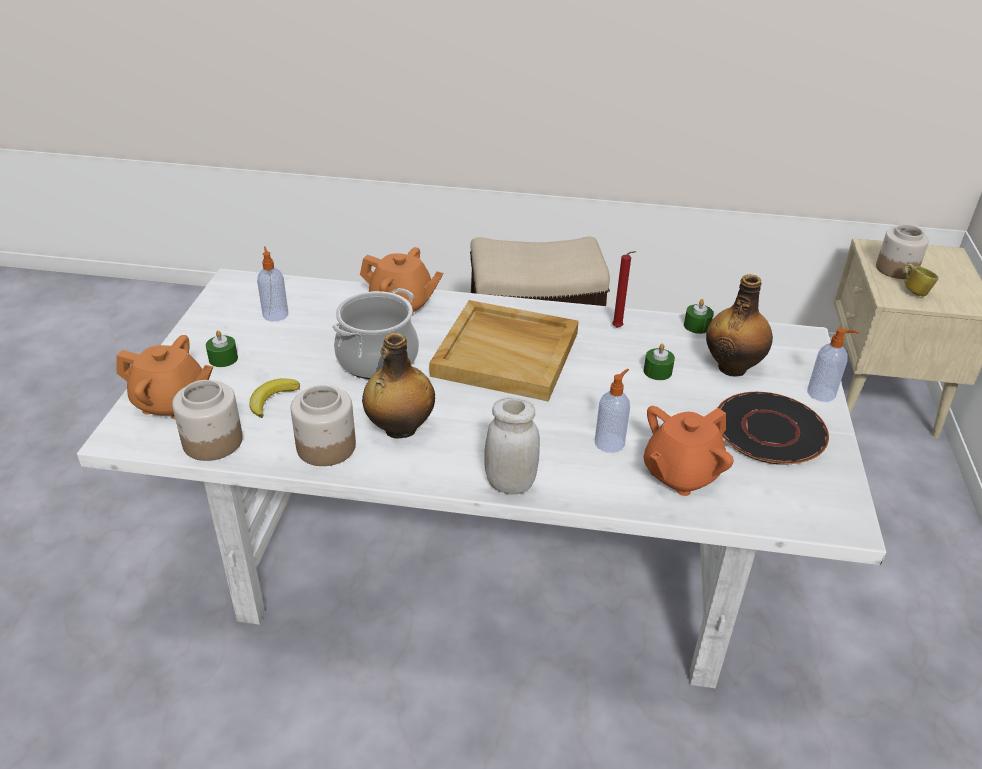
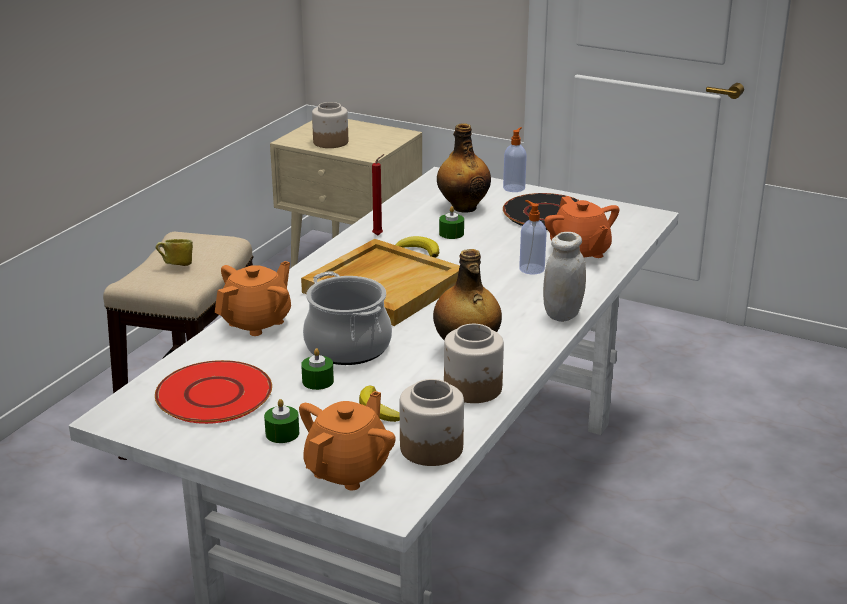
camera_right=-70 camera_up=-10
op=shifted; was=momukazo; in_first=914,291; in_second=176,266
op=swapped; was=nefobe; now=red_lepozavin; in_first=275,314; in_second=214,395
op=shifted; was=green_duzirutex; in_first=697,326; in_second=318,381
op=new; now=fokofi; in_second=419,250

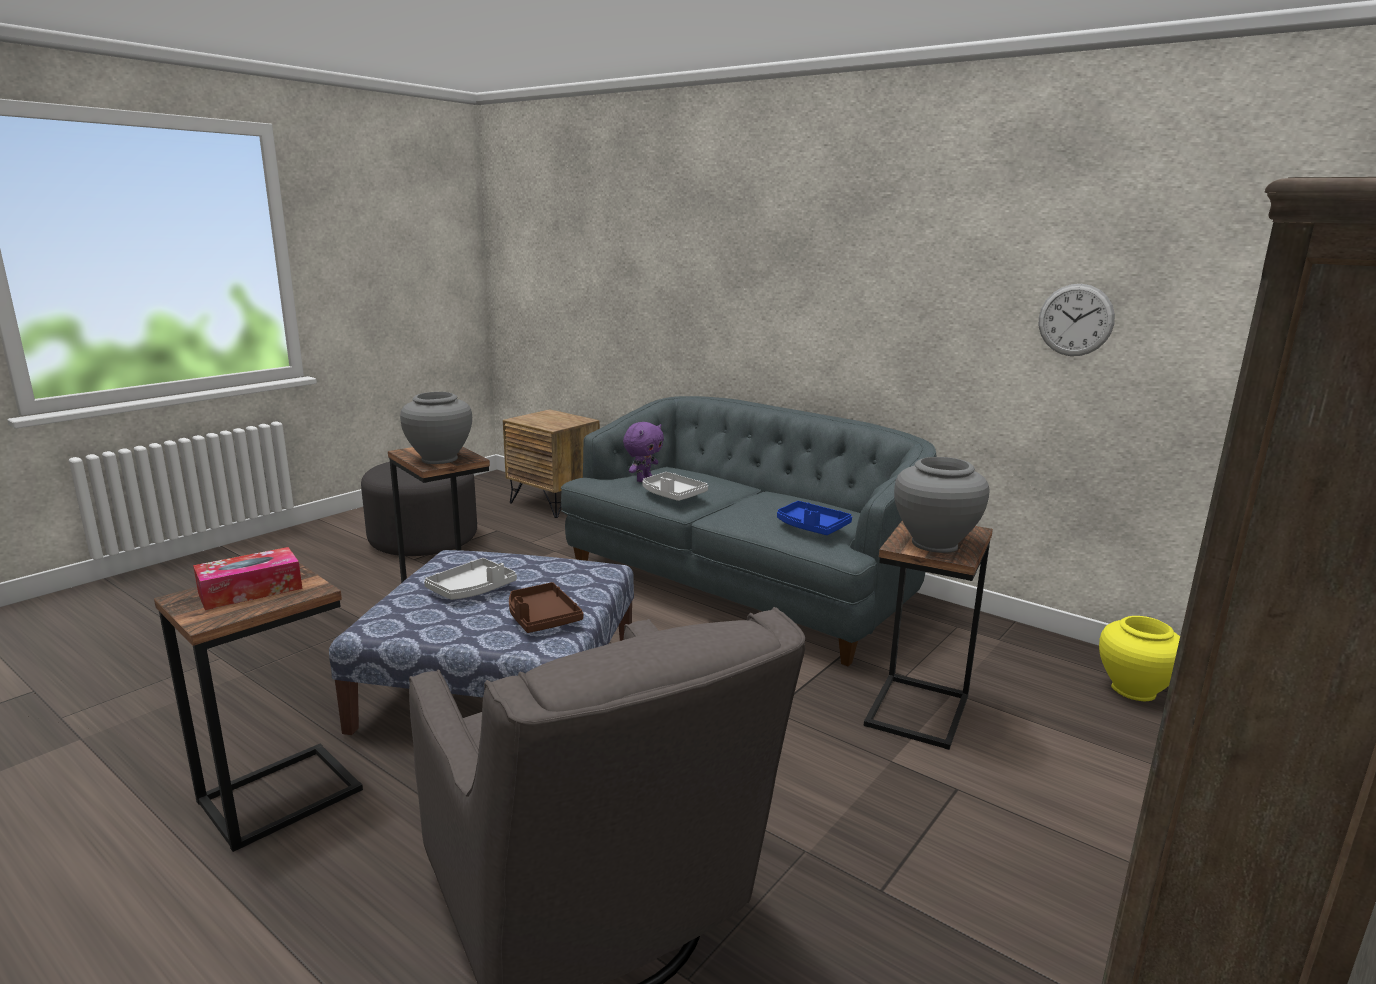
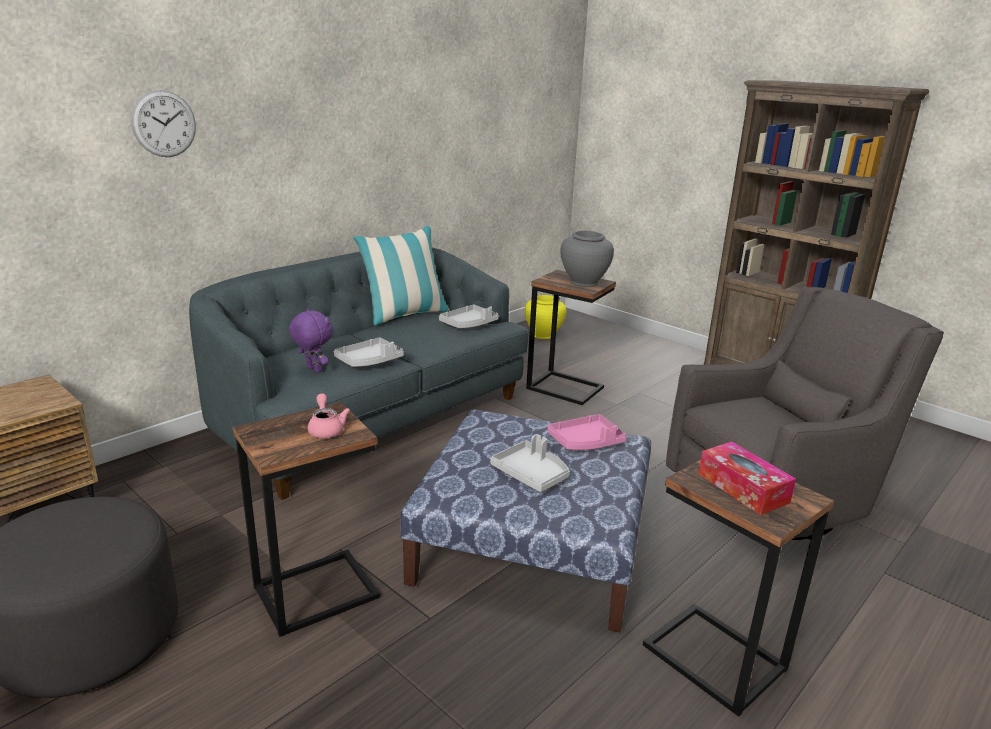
camera_right=-85 camera_up=5
op=shifted; was=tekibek; in_first=1075,320; in_second=164,124
op=swapped; was=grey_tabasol; now=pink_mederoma; in_first=439,459; in_second=326,429
op=new; now=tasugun; in_second=405,315
op=repainted; was=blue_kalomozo; now=grey_kalomozo; in_first=811,527; in_second=469,324
op=repainted; was=brown_kalomozo; now=pink_kalomozo; in_first=541,618; in_second=586,442

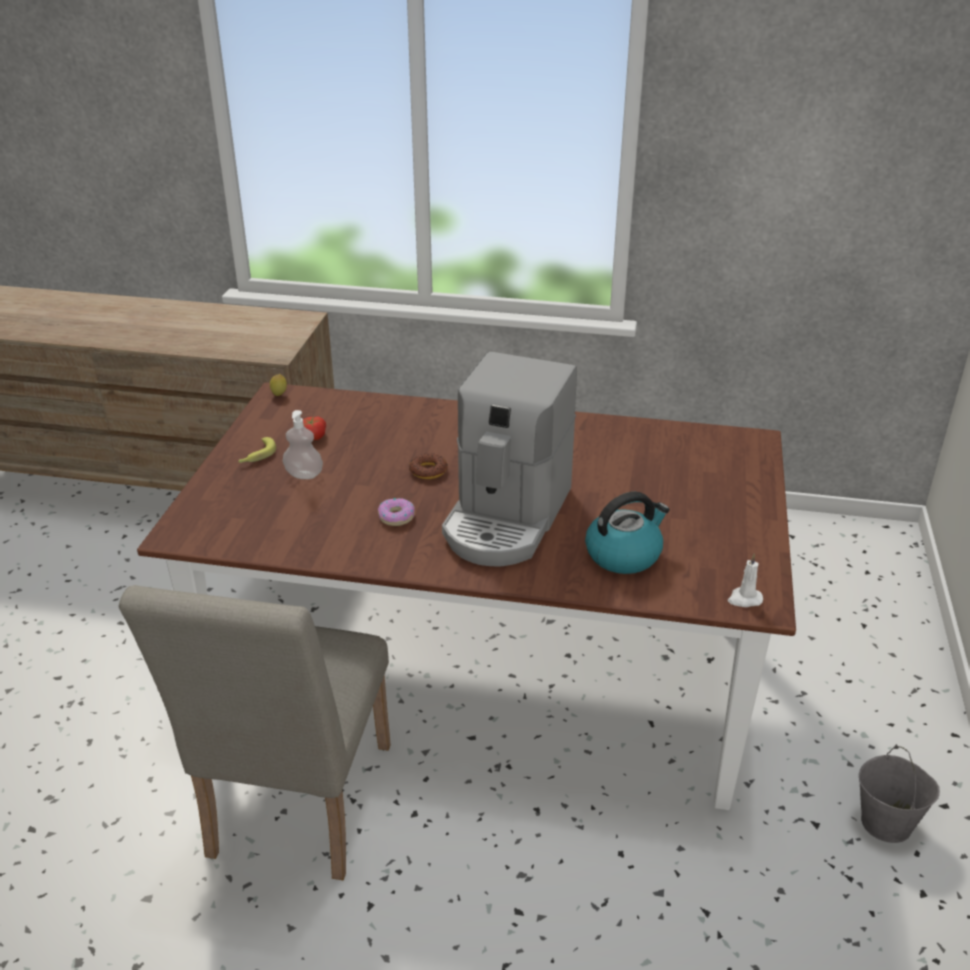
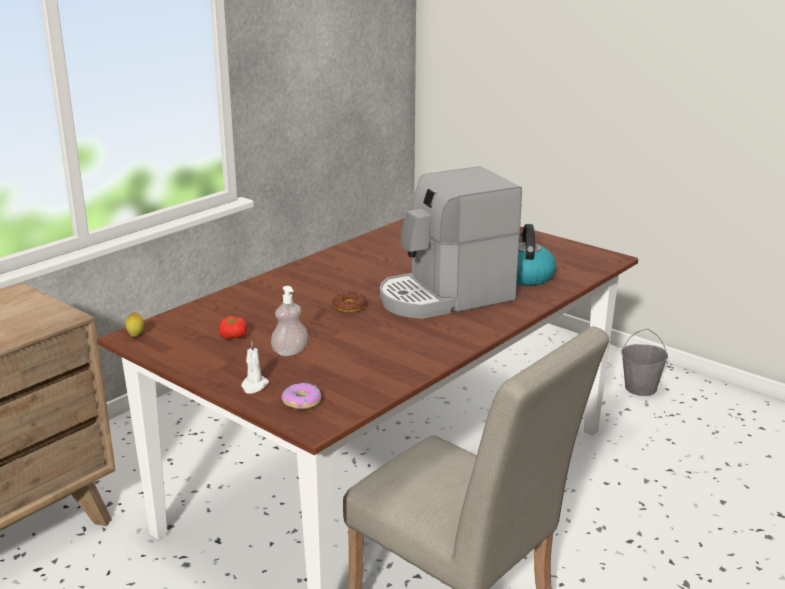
camera_right=-60 camera_up=-10
op=shifted; was=white_duzirutex; in_first=744,599; in_second=254,386
op=shifted; was=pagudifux; in_first=396,517; in_second=301,401
op=rotated; was=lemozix; in_first=507,518; in_second=445,297; clockwise=105
op=gone; was=fokofi; in_first=257,456

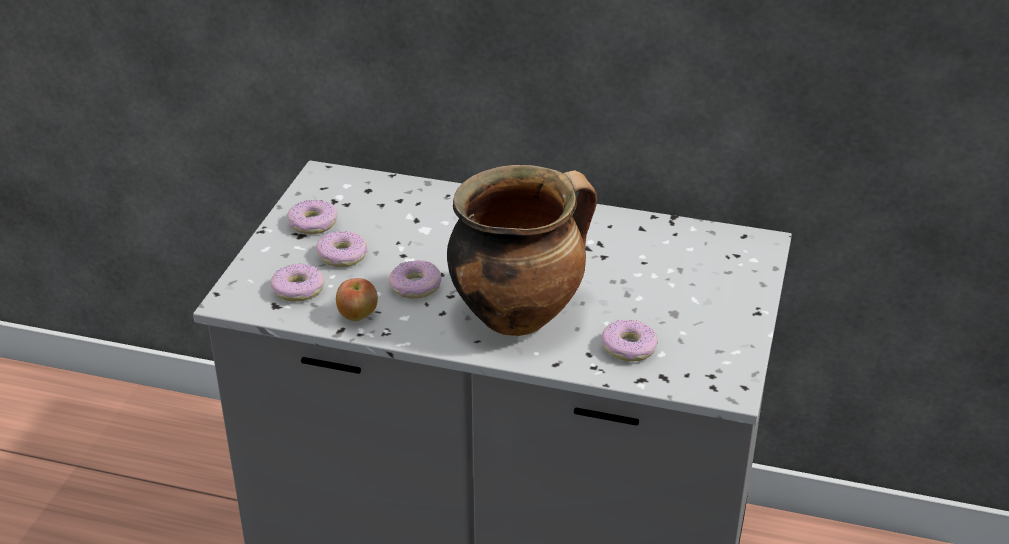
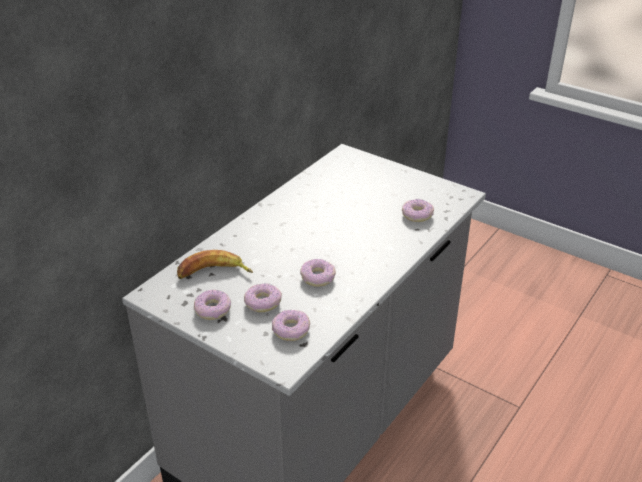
camera_right=-70 camera_up=0
op=new; now=fokofi; in_second=213,273
op=gone; was=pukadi; in_first=358,316
op=gone; was=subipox; in_first=518,314

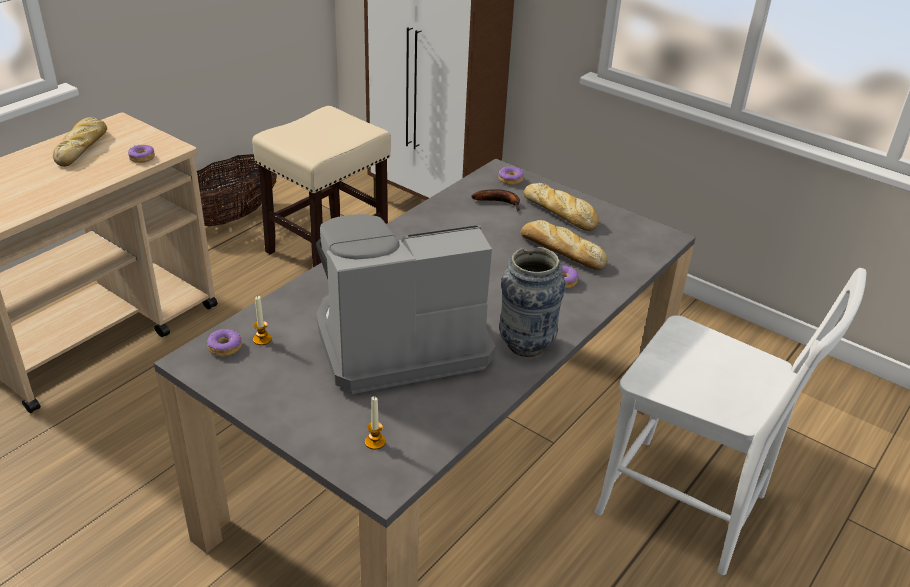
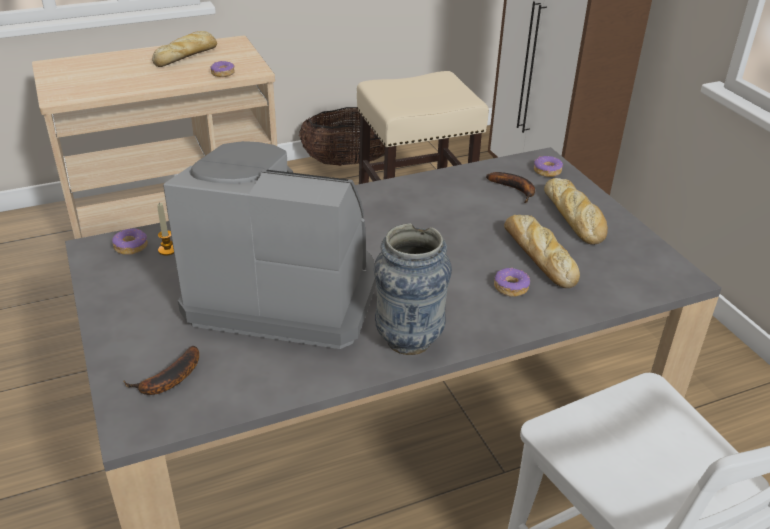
camera_right=30 camera_up=0
op=swapped; was=duzirutex; now=fokofi; in_first=375,442; in_second=168,381

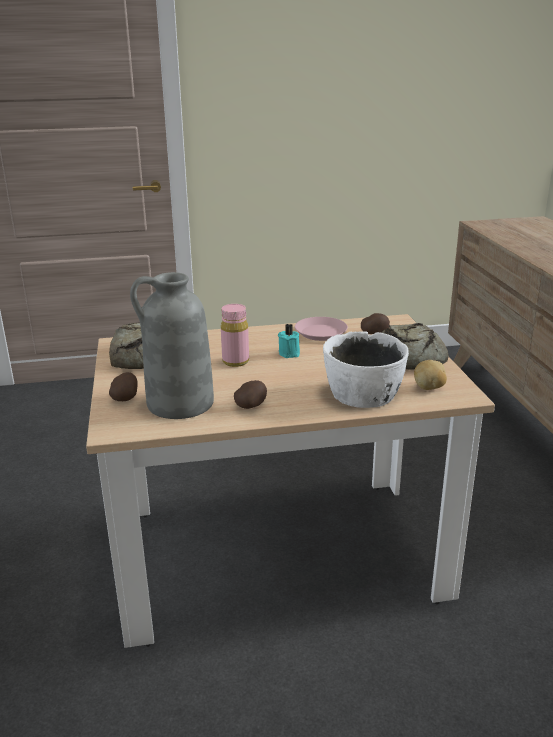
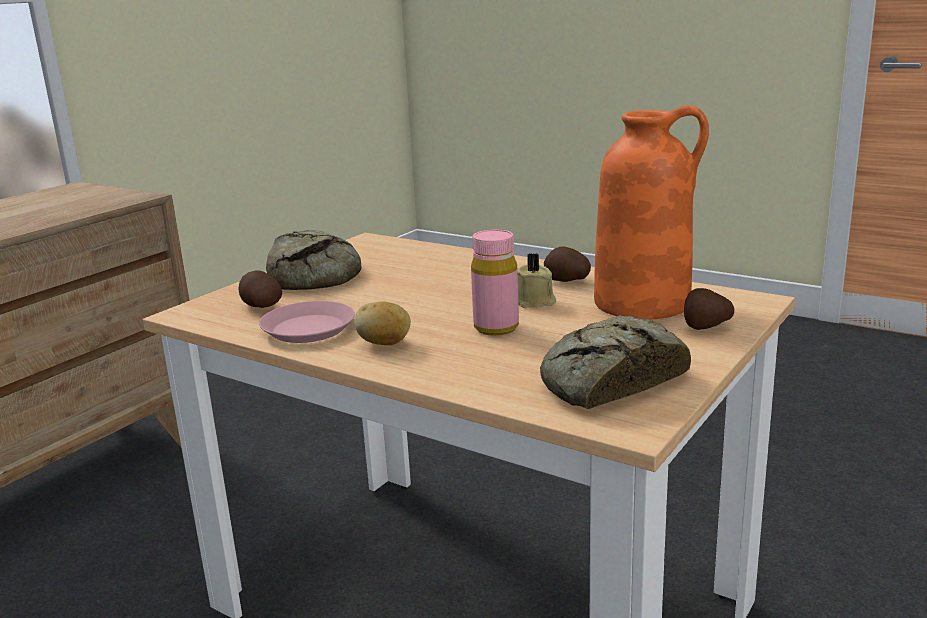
camera_right=-135 camera_up=-5
op=shifted; was=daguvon; in_first=429,388; in_second=384,344
op=new; now=beige_duzirutex; in_second=535,302
op=repainted; was=grey_tabasol; now=orange_tabasol; in_first=179,404; in_second=643,303
op=gone; was=turquoise_duzirutex; in_first=290,353
op=gone; was=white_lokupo; in_first=363,394

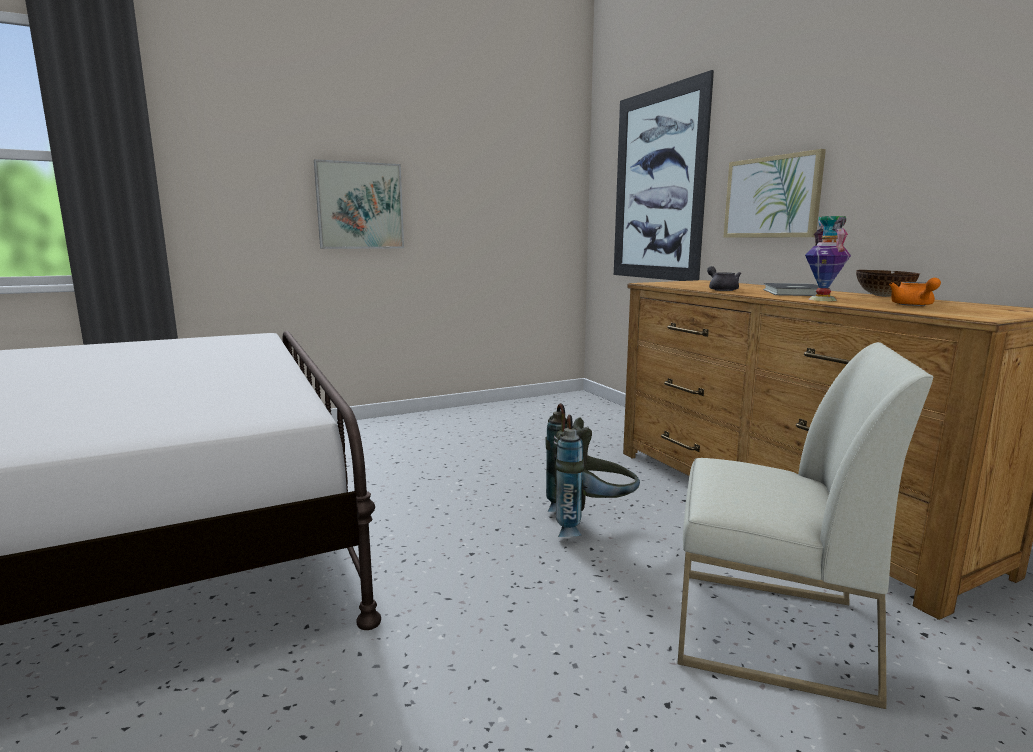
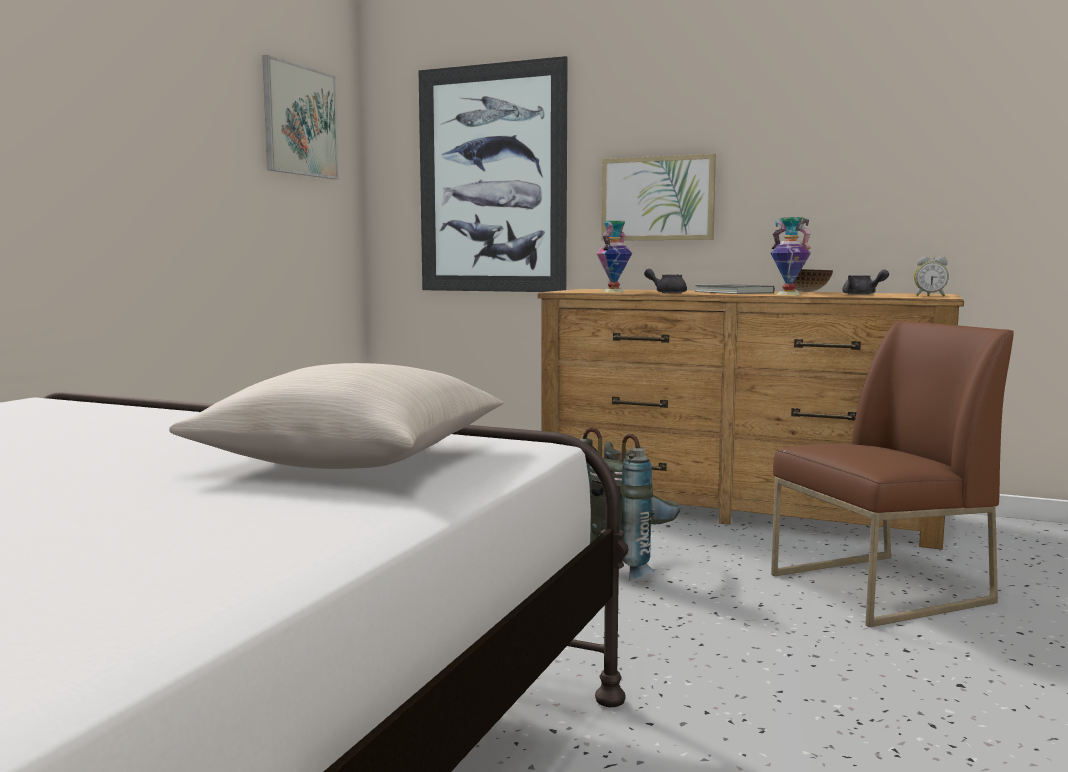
camera_right=-40 camera_up=-5
op=new; now=beige_tasugun; in_second=351,460
op=shifted; was=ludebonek; in_first=360,206; in_second=300,121
op=new; now=tabasol; in_second=614,291
op=repainted; was=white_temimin; now=brown_temimin; in_first=767,631; in_second=879,589
op=repainted; was=orange_mederoma; now=grey_mederoma; in_first=913,305; in_second=862,294
op=new; now=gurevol; in_second=929,296

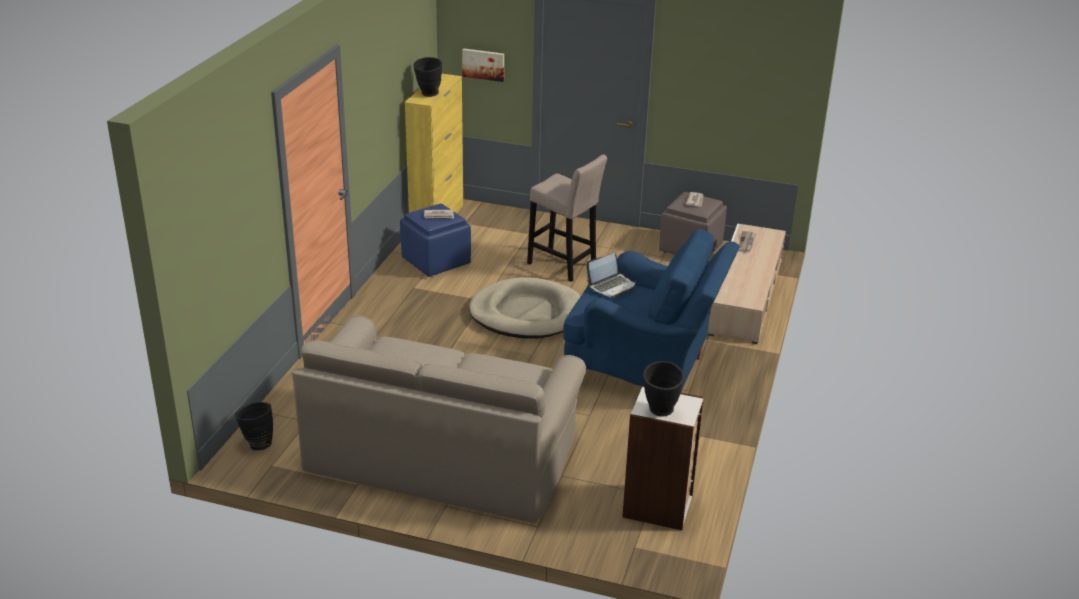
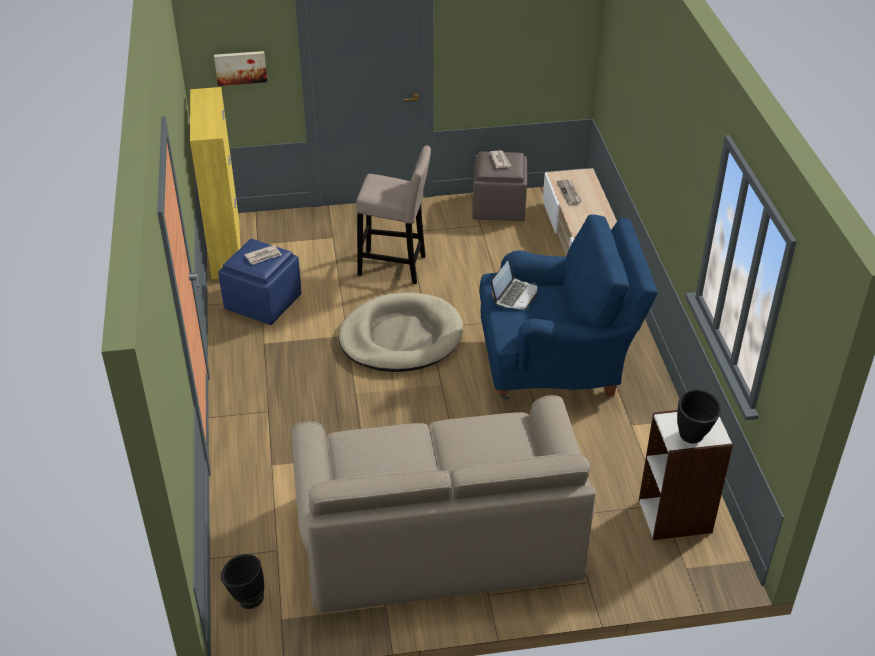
camera_right=-25 camera_up=10
op=gone; was=black_tabasol; in_first=428,95

